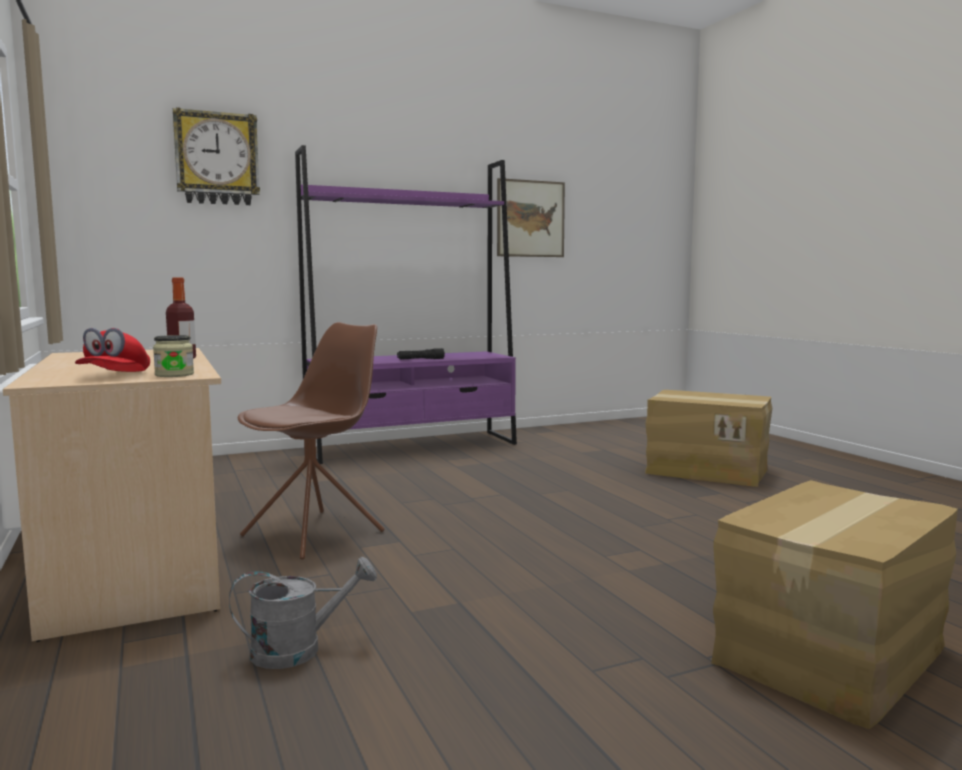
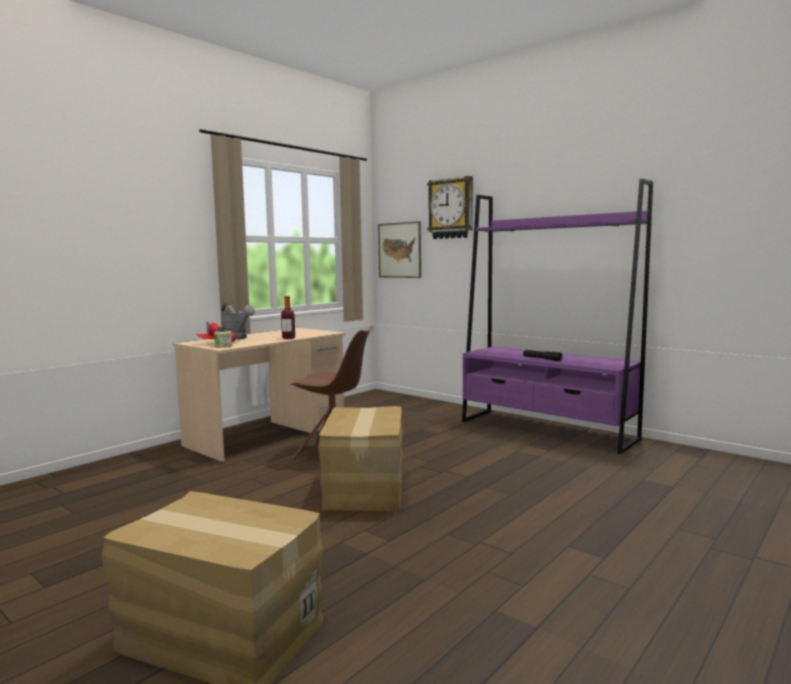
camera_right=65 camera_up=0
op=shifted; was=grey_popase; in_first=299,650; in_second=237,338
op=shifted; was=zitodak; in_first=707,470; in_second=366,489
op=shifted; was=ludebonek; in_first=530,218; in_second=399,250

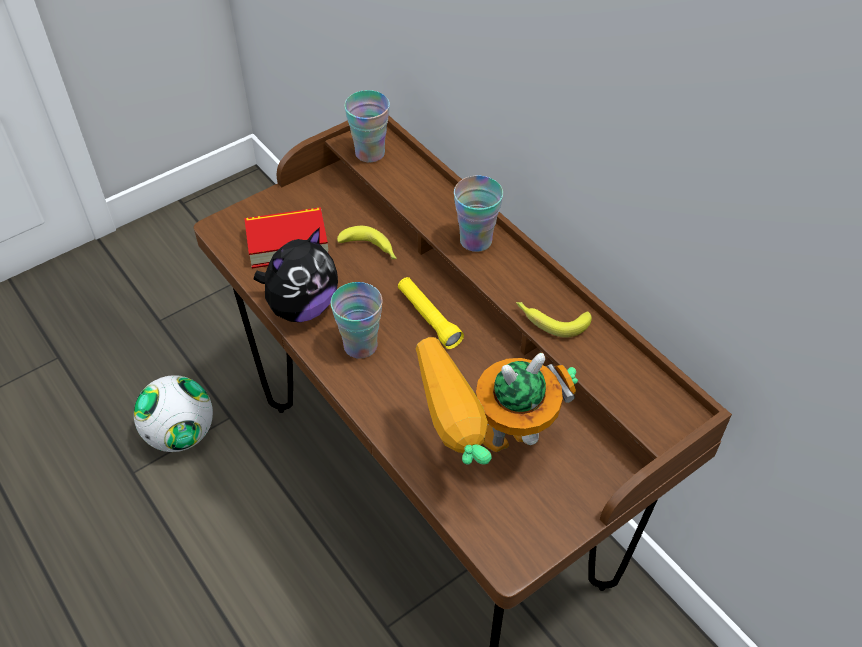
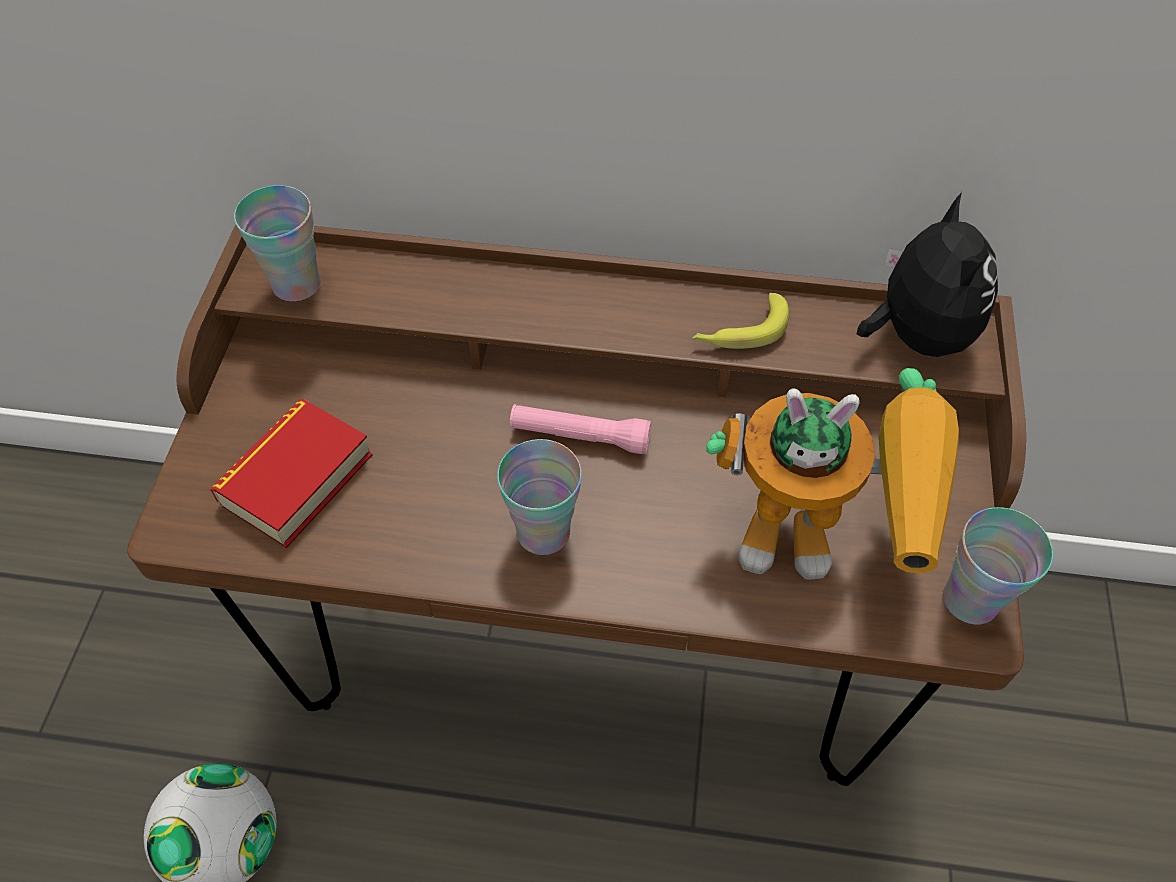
camera_right=-45 camera_up=5
op=repainted; was=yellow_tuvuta; now=pink_tuvuta; in_first=428,318; in_second=580,436
op=rotated; was=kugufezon; in_first=486,454; in_second=821,538; clockwise=-105
op=shifted; was=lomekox; in_first=302,307; in_second=915,335
op=shifted; was=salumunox; in_first=476,240; in_second=970,599
op=gone; was=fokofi; in_first=370,249

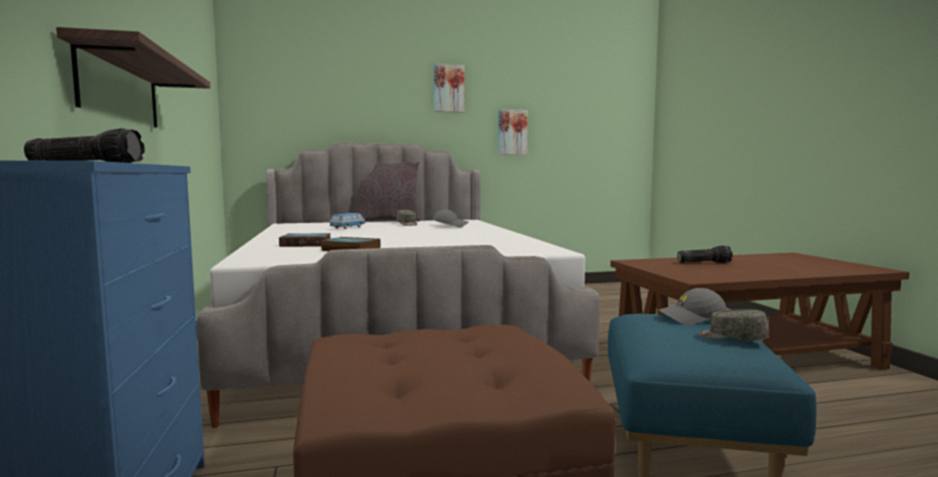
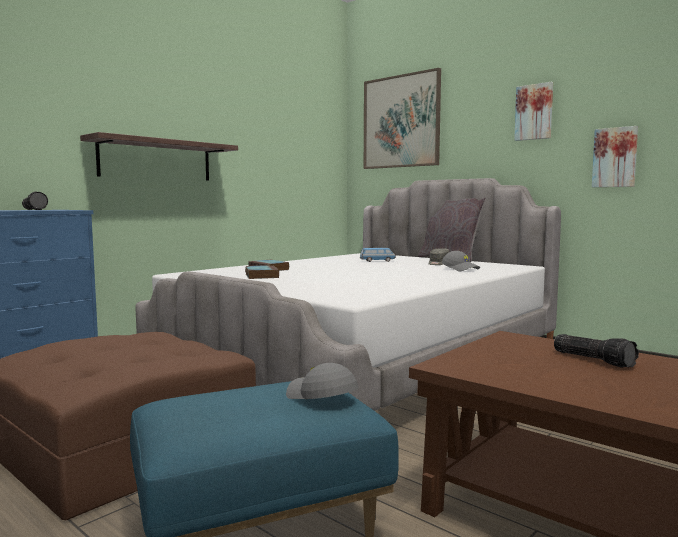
camera_right=55 camera_up=0
op=new; now=ludebonek; in_second=401,121
op=gone; was=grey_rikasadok; in_first=731,338

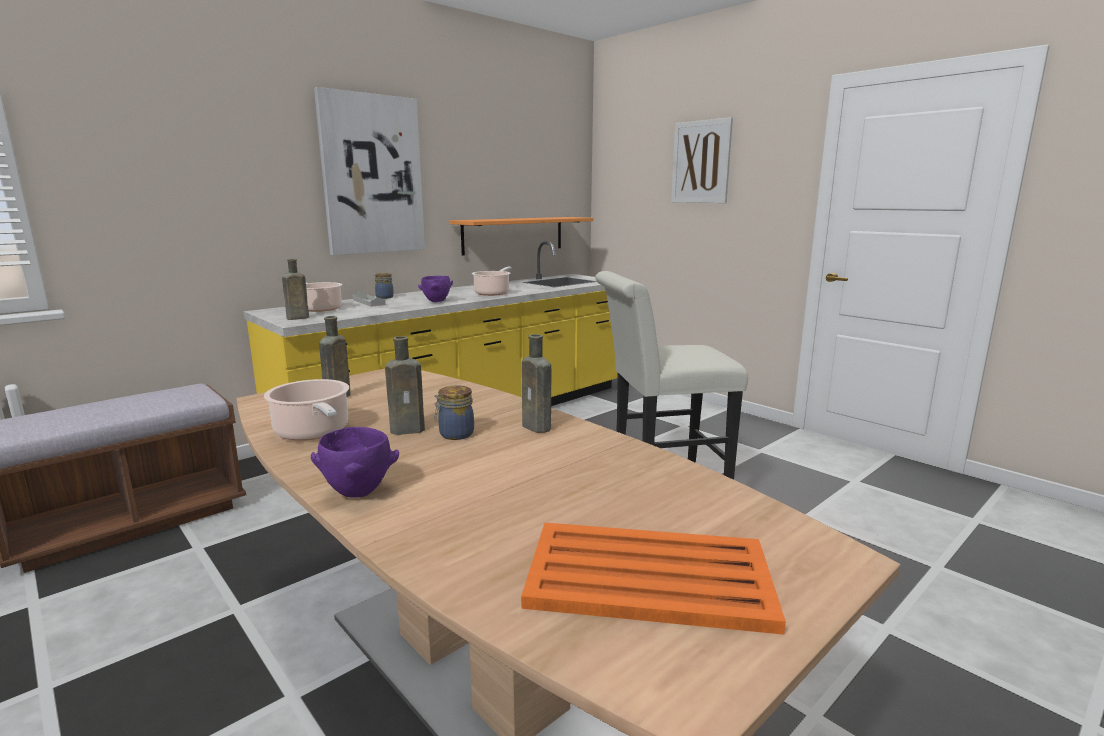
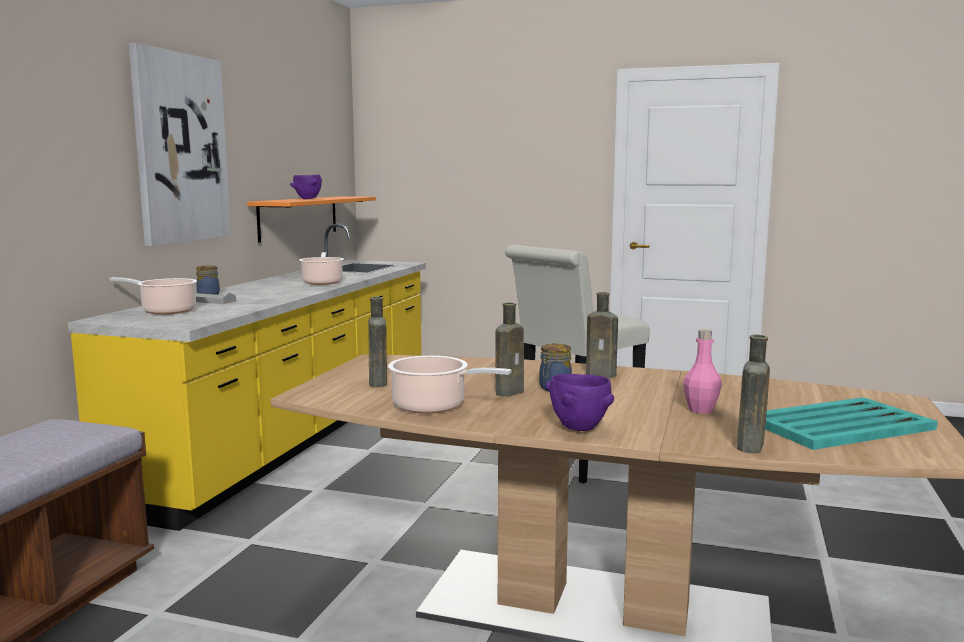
camera_right=-30 camera_up=-5
op=shifted; was=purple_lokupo; in_first=436,301; in_second=307,199
op=new; now=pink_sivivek; in_second=701,410
op=shifted; was=brown_sivivek; in_first=296,318; in_second=750,447
op=repainted; was=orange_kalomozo; now=turquoise_kalomozo; in_first=646,576; in_second=838,425
op=gone; was=ludebonek; in_first=701,162

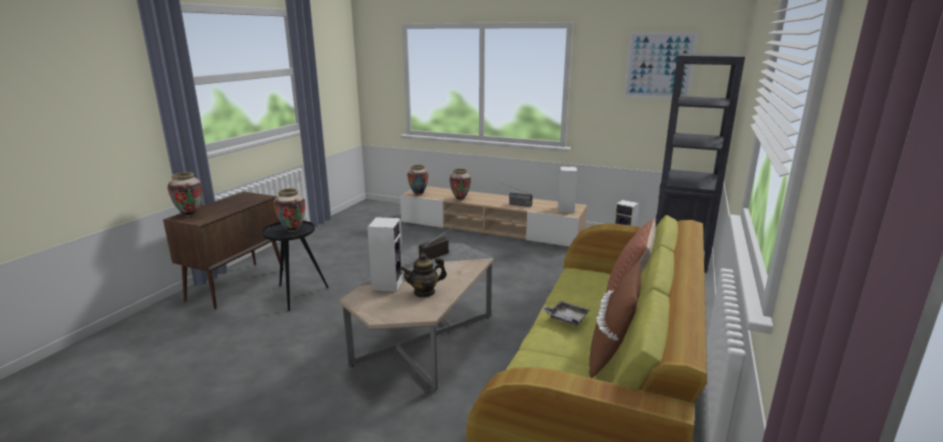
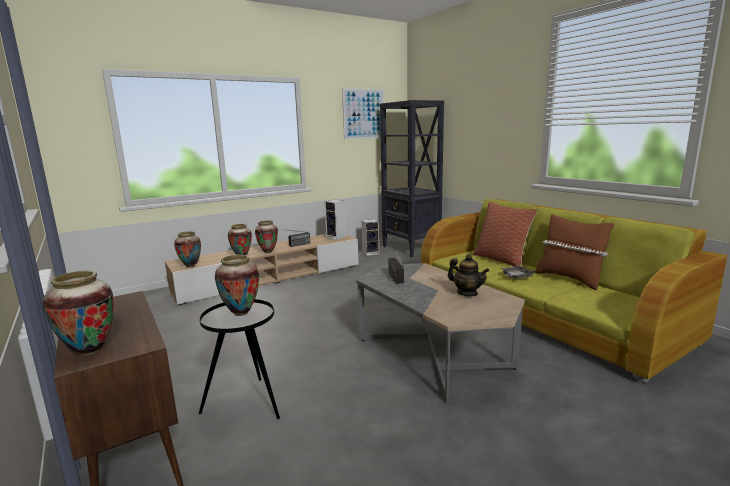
camera_right=-55 camera_up=-5
op=new; now=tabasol; in_second=268,252
op=rotated; was=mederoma; in_first=424,292; in_second=467,293; clockwise=-60
op=gone; was=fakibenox; in_first=387,284

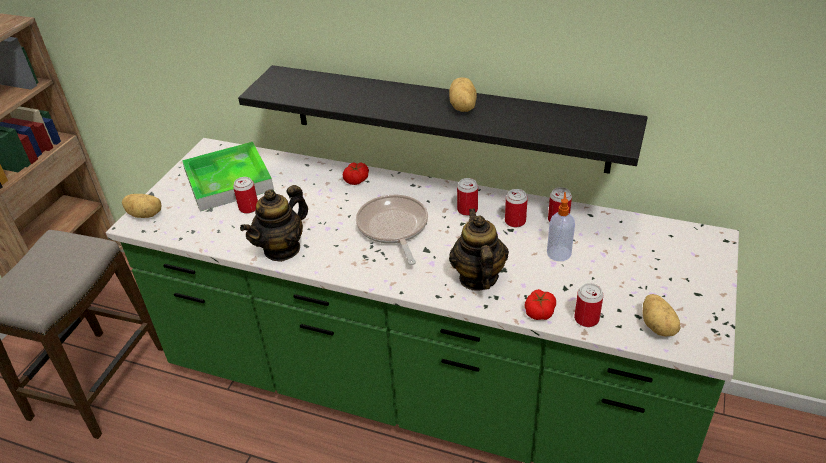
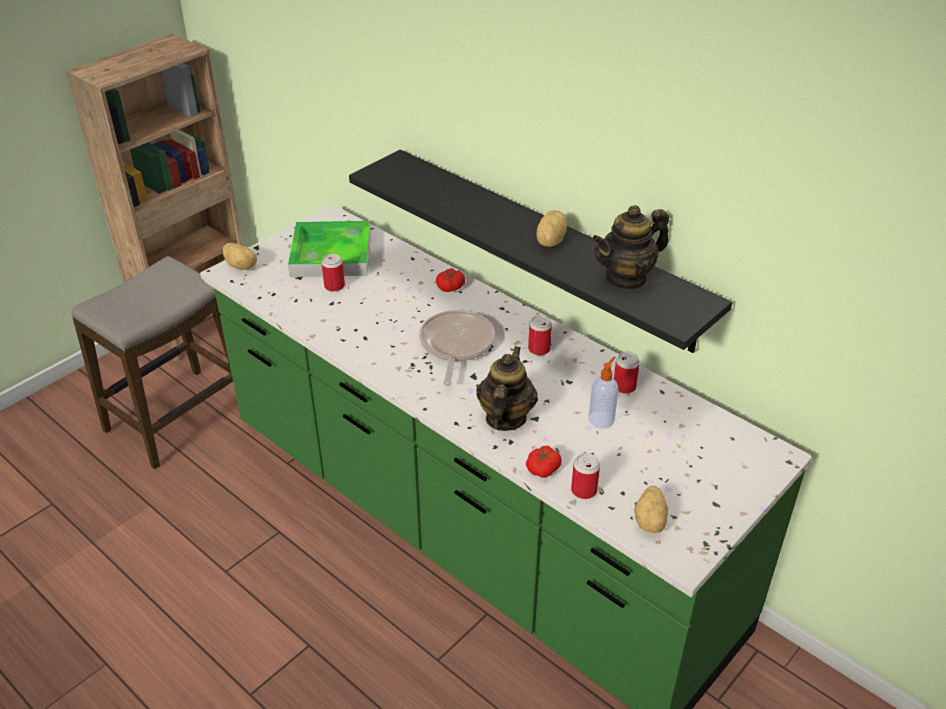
camera_right=20 camera_up=0
op=shifted; was=mederoma; in_first=282,249; in_second=627,278
op=gone; was=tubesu; in_first=515,221

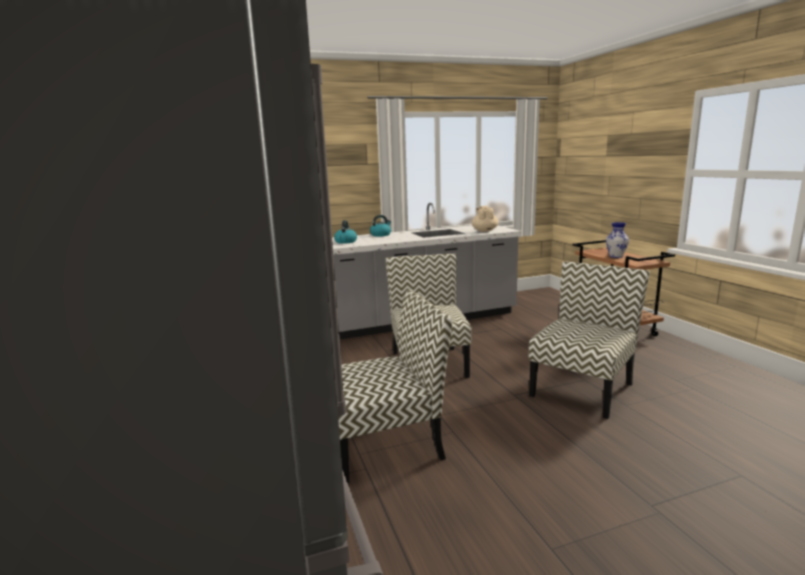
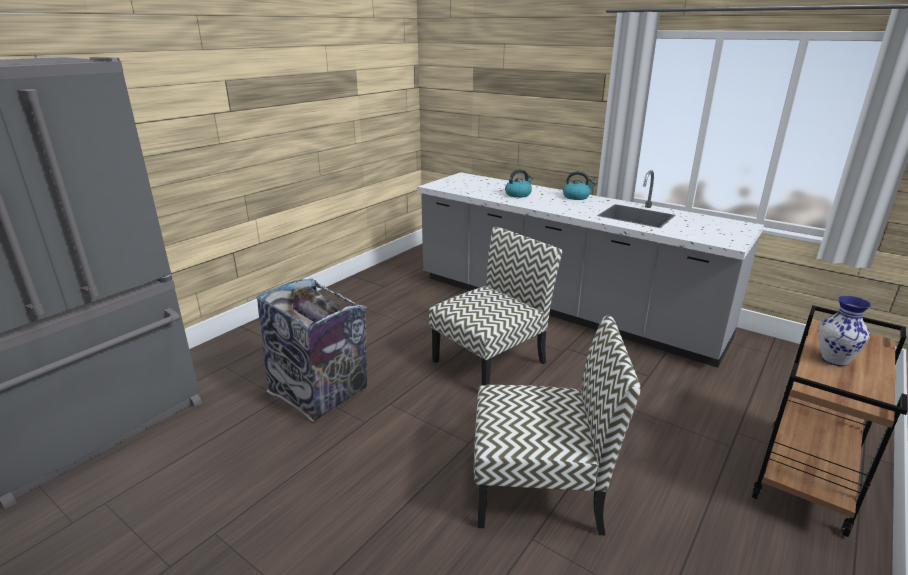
camera_right=55 camera_up=10
op=swapped; was=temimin; now=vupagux; in_first=384,444; in_second=320,393
op=gone; was=beige_mederoma; in_first=484,231

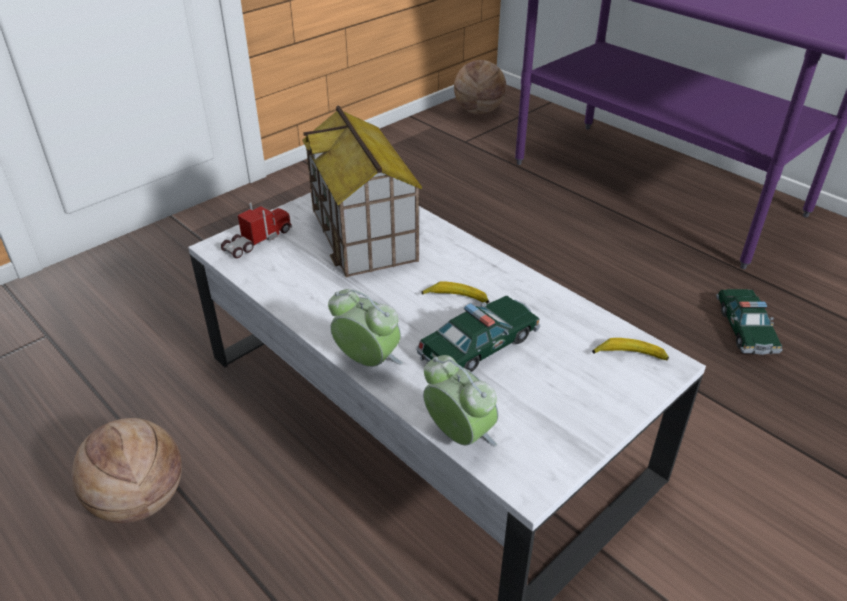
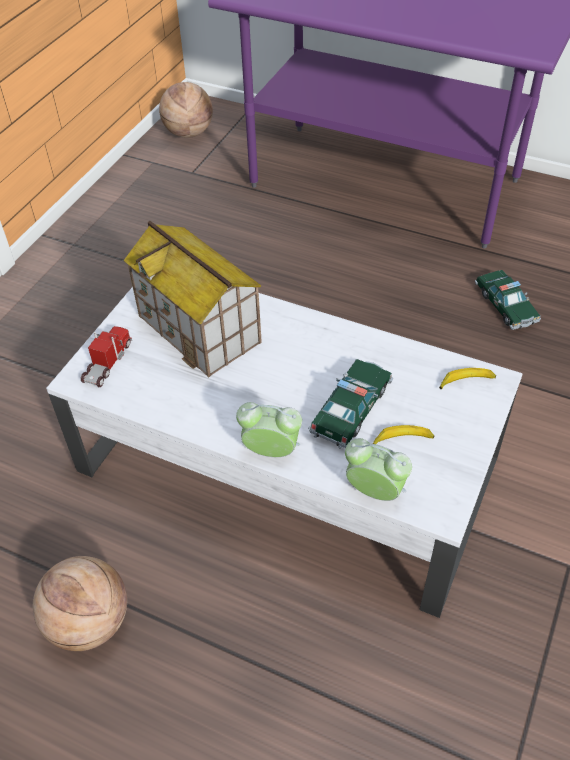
camera_right=-20 camera_up=10
op=shifted; was=fokofi; in_first=456,298; in_second=402,440

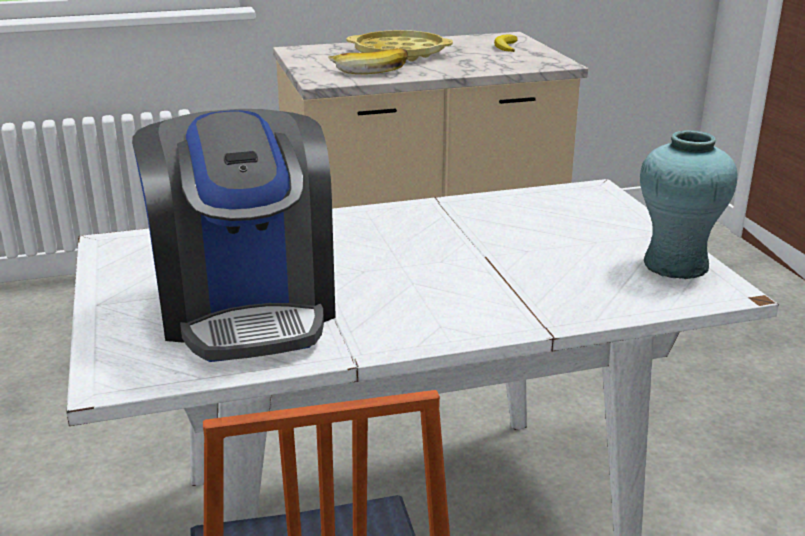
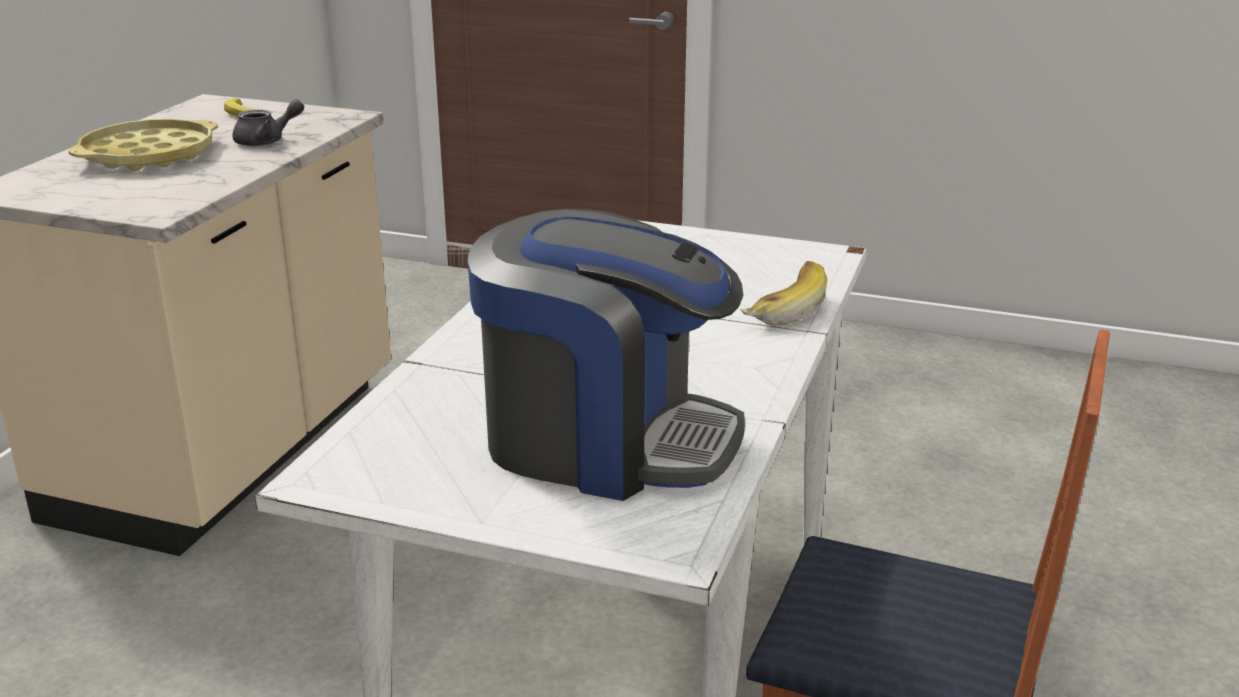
camera_right=-55 camera_up=0
op=new; now=grey_mederoma; in_second=267,141
op=shifted; was=fokofi; in_first=369,70; in_second=781,309
op=gone; was=turquoise_tabasol; in_first=675,265

